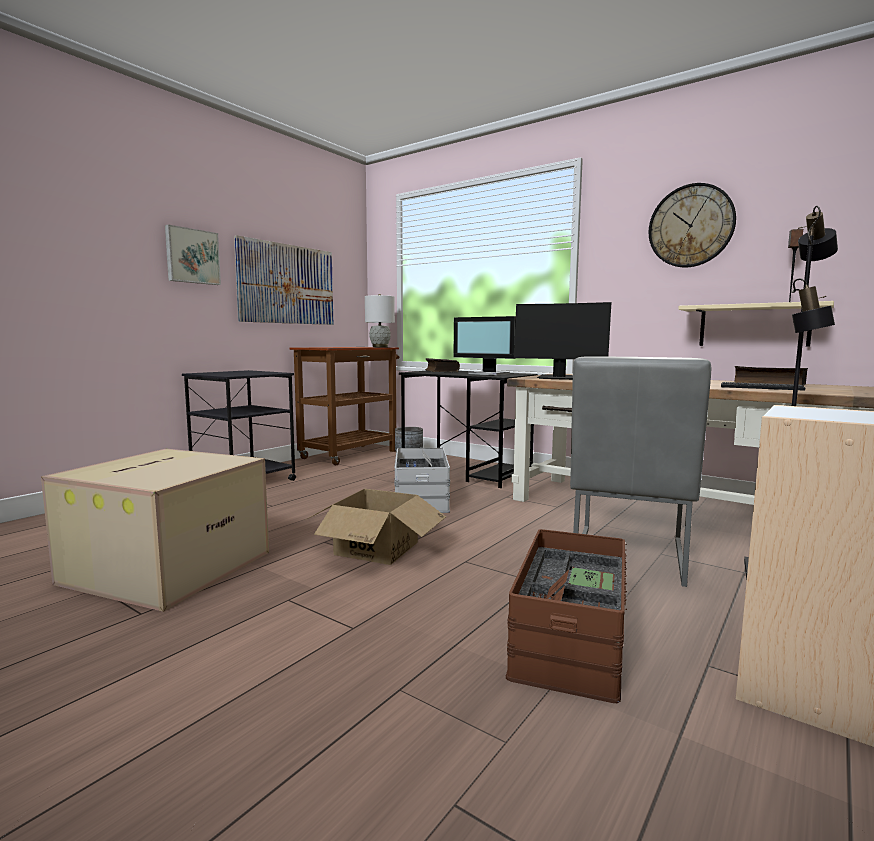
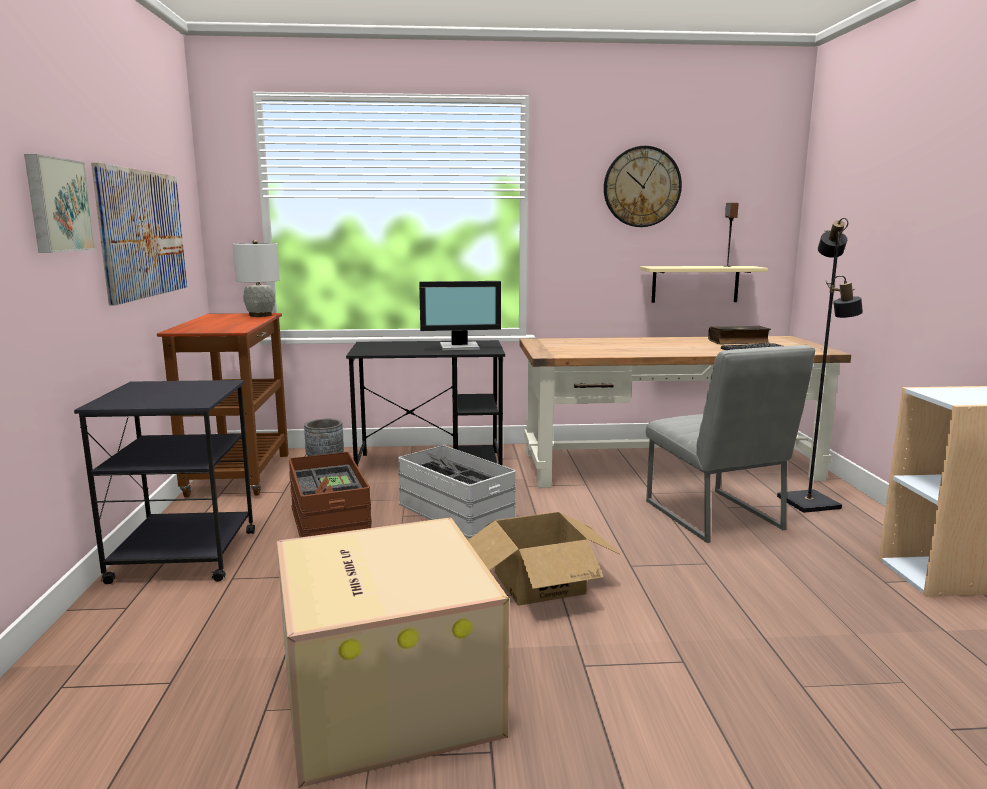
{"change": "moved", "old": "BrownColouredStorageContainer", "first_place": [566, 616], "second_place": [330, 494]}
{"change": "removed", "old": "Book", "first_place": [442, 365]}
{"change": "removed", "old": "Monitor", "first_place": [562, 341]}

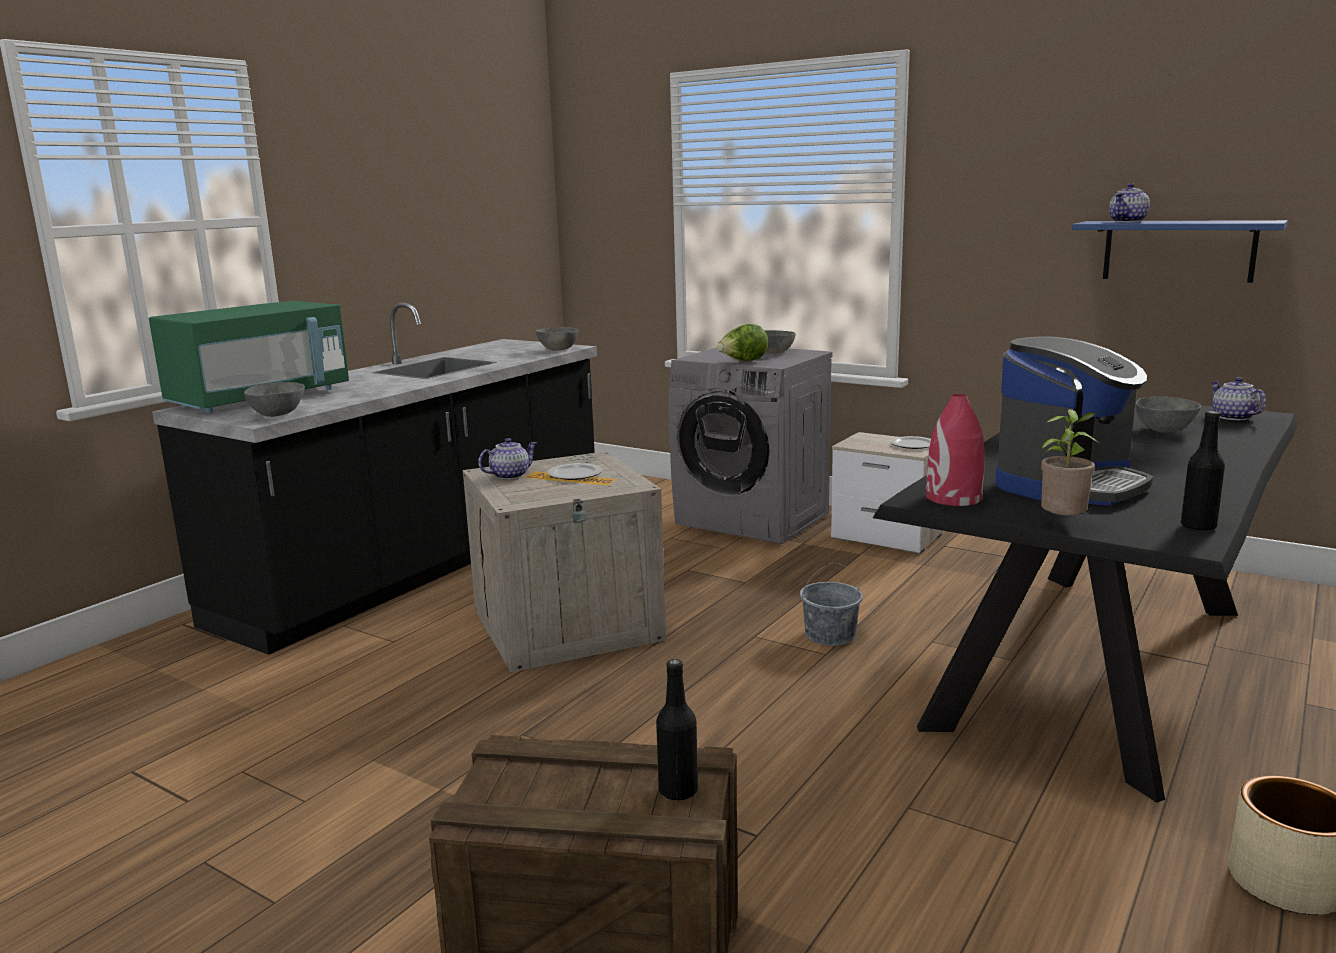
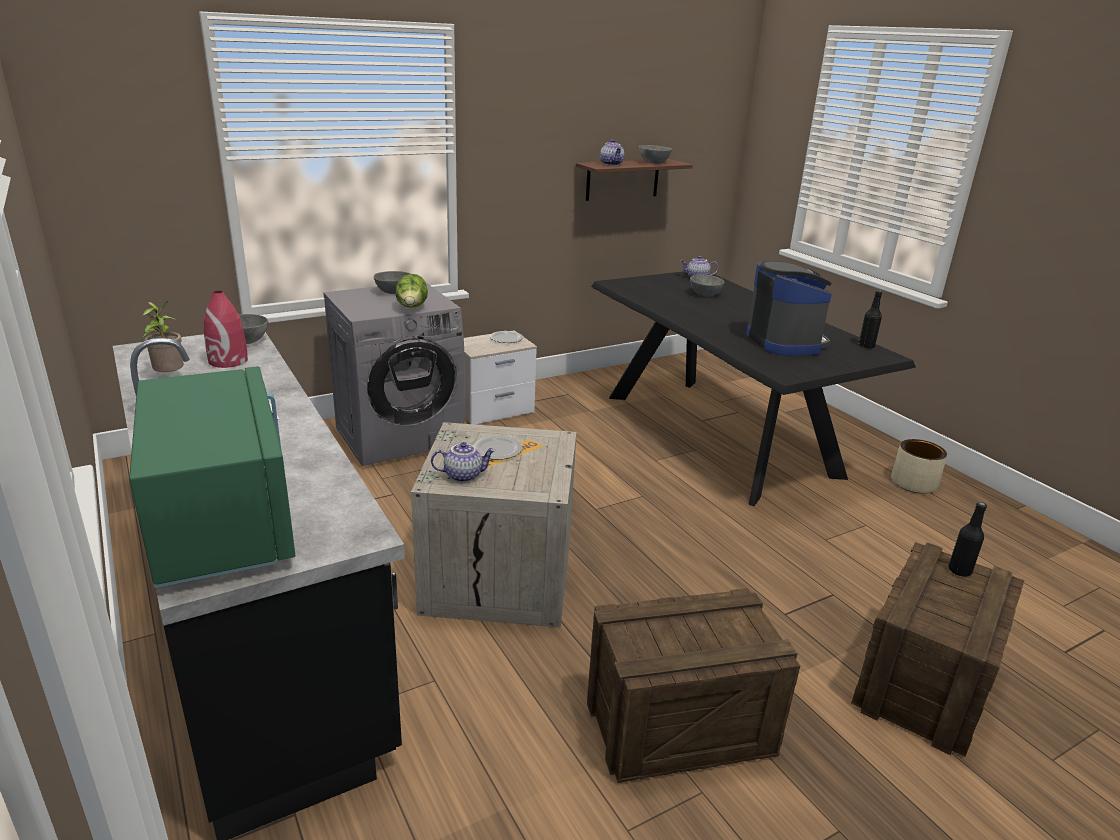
{"change": "moved", "old": "PottedPlant", "first_place": [1069, 462], "second_place": [163, 337]}
{"change": "moved", "old": "RedColouredVase", "first_place": [955, 450], "second_place": [226, 329]}
{"change": "turned", "old": "TeaPot", "first_place": [507, 459], "second_place": [463, 462], "degrees": 90}
{"change": "recoloured", "old": "BlueColouredShelf", "new": "BrownColouredShelf", "first_place": [1180, 251], "second_place": [634, 180]}
{"change": "added", "new": "ShippingCrate", "second_place": [693, 685]}
{"change": "moved", "old": "GrayServingBowl", "first_place": [274, 399], "second_place": [655, 154]}
{"change": "removed", "old": "GrayPail", "first_place": [831, 604]}

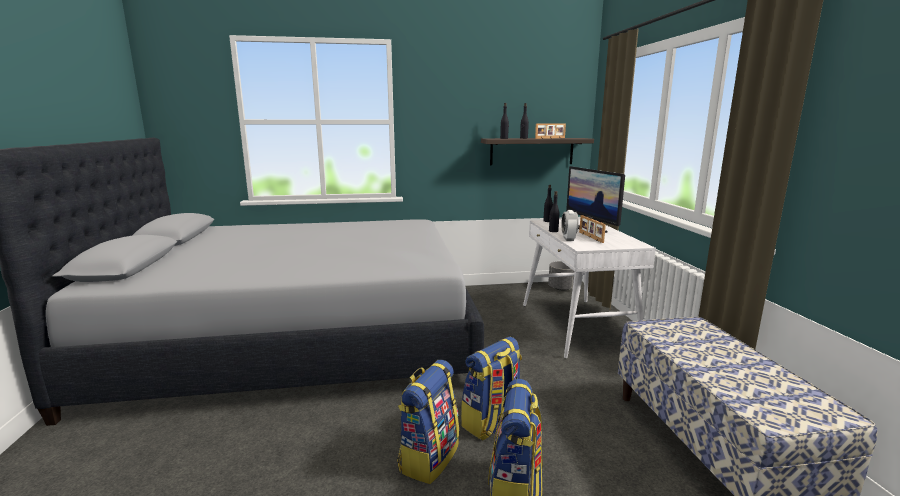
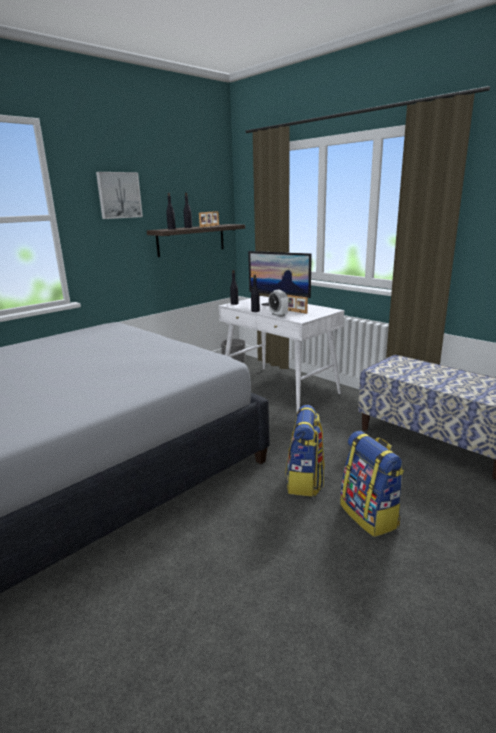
{"change": "added", "new": "Picture", "second_place": [119, 195]}
{"change": "removed", "old": "Knapsack", "first_place": [428, 422]}

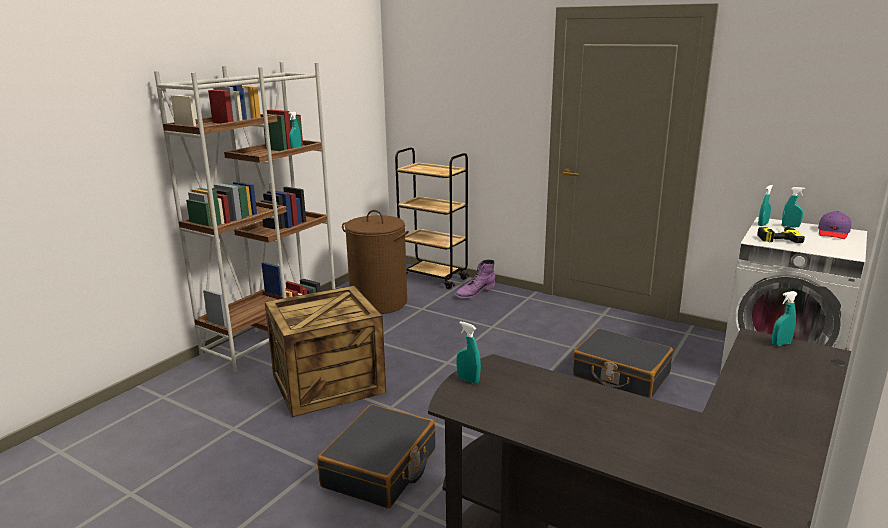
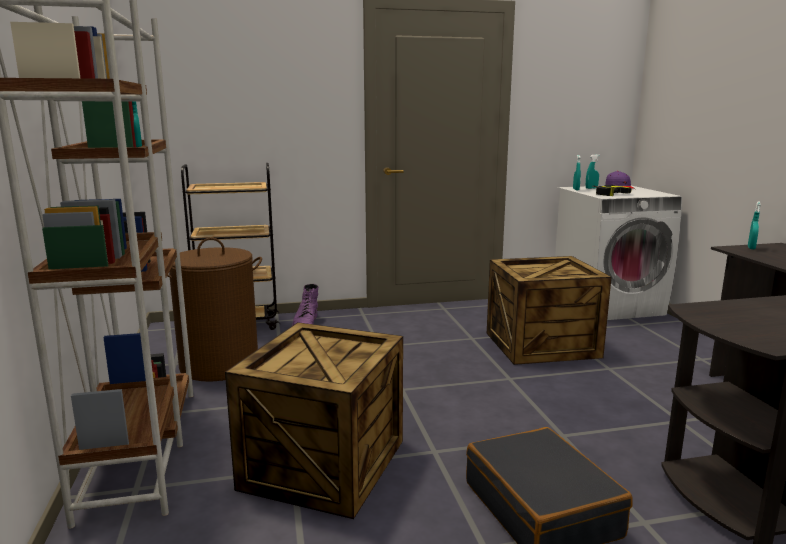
{"change": "replaced", "old": "BlackTravelCase", "new": "ShippingCrate", "first_place": [622, 363], "second_place": [549, 310]}
{"change": "removed", "old": "TurquoiseColouredSprayer", "first_place": [468, 352]}

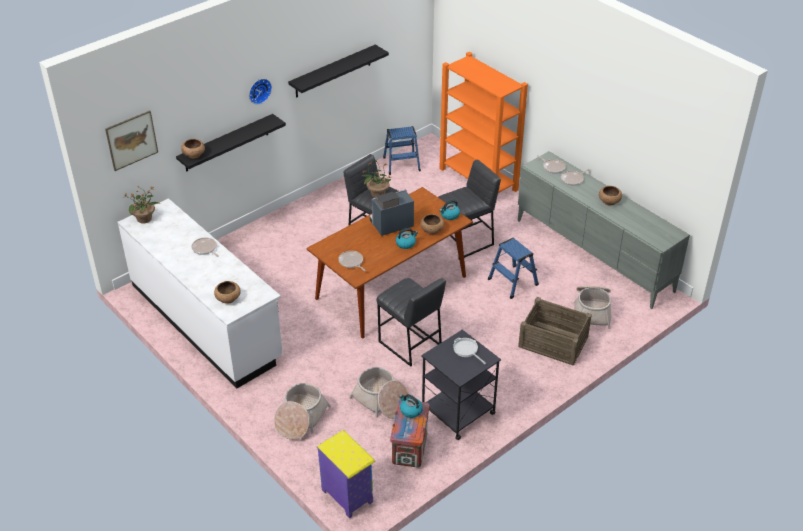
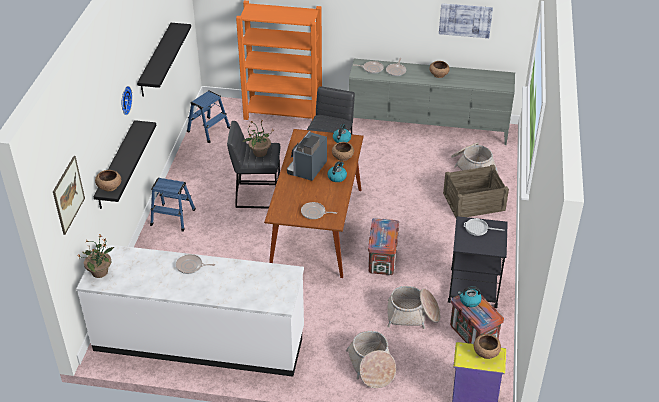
{"change": "moved", "old": "BlueColouredStepStool", "first_place": [513, 268], "second_place": [173, 204]}
{"change": "replaced", "old": "GrayStool", "new": "ShippingCrate", "first_place": [411, 322], "second_place": [383, 246]}
{"change": "added", "new": "Picture", "second_place": [466, 20]}
{"change": "moved", "old": "BrownColouredServingBowl", "first_place": [227, 292], "second_place": [487, 346]}

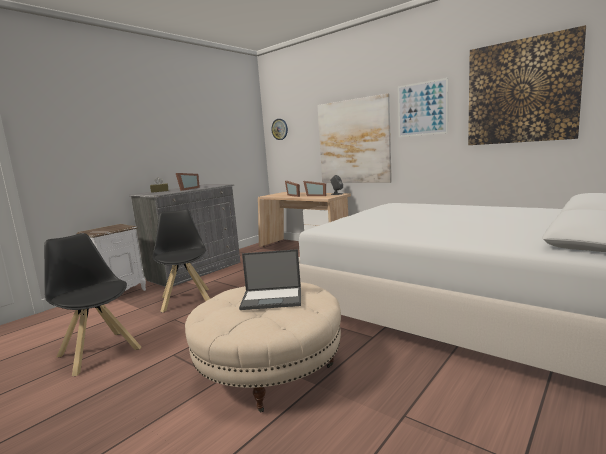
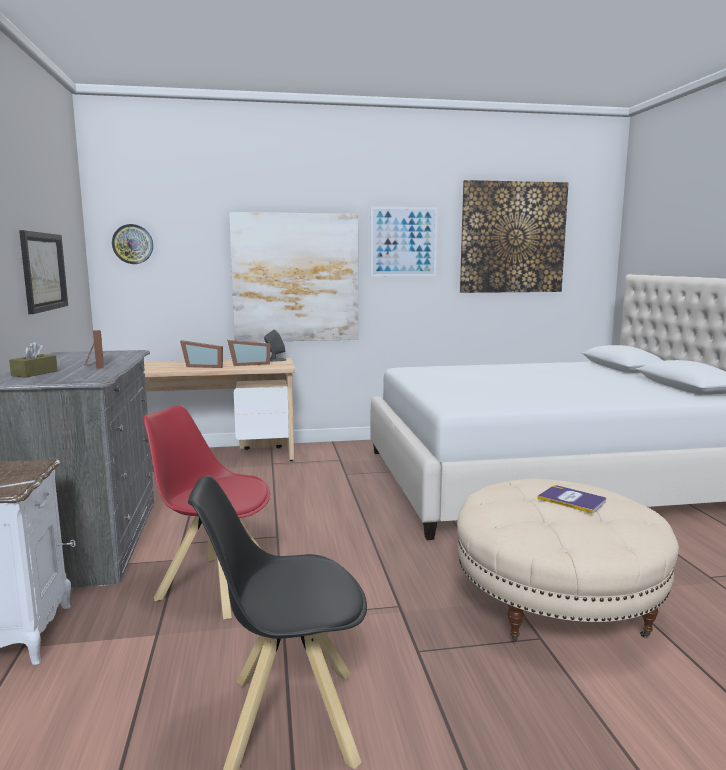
{"change": "added", "new": "Picture", "second_place": [43, 272]}
{"change": "recoloured", "old": "BlackPlainChair", "new": "RedColouredPlainChair", "first_place": [181, 261], "second_place": [206, 512]}
{"change": "replaced", "old": "PortableComputer", "new": "Book", "first_place": [270, 279], "second_place": [571, 499]}

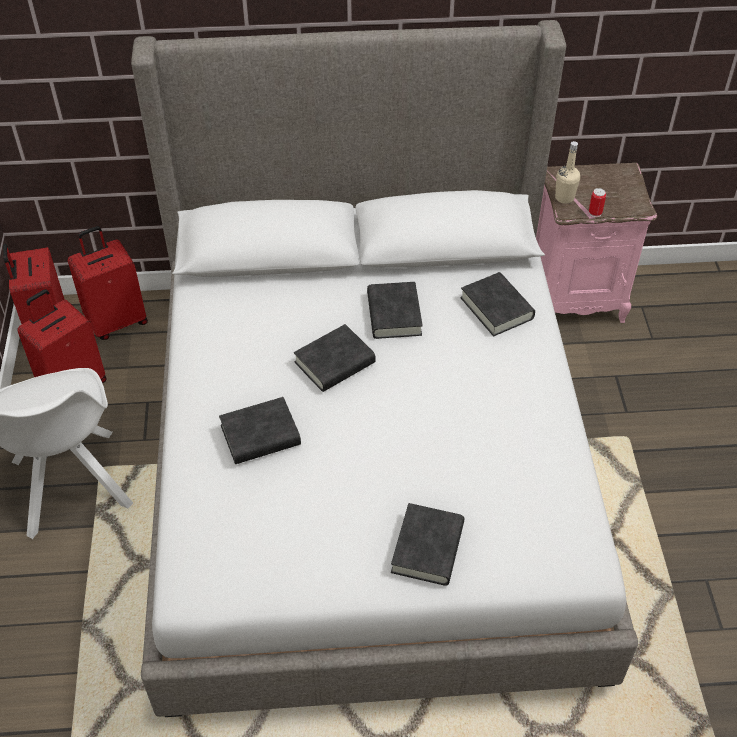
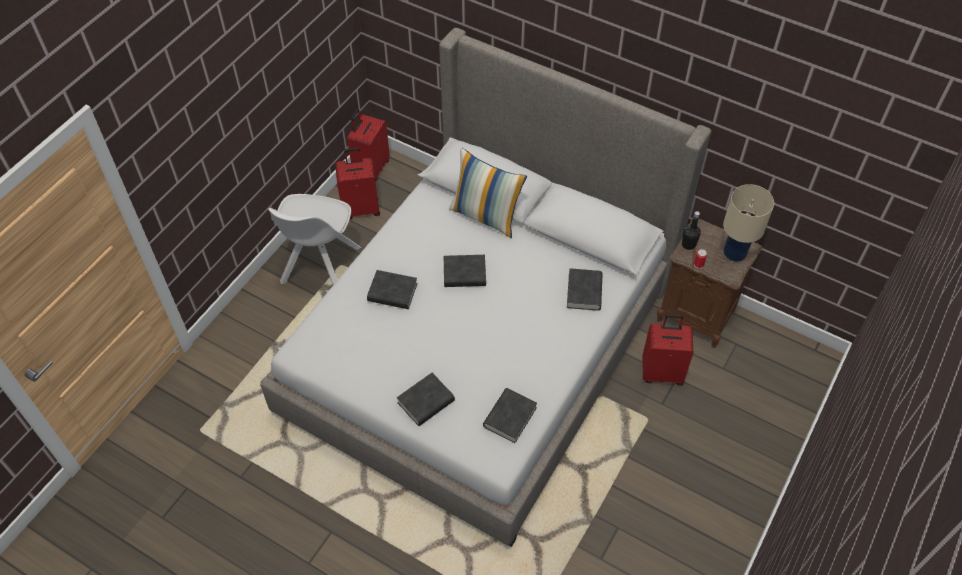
{"change": "added", "new": "Pillow", "second_place": [488, 192]}
{"change": "moved", "old": "BlackBook", "first_place": [395, 310], "second_place": [510, 415]}
{"change": "moved", "old": "RedColouredTravelCase", "first_place": [107, 283], "second_place": [668, 350]}
{"change": "recoloured", "old": "PinkColouredBedsideTable", "new": "BrownColouredBedsideTable", "first_place": [596, 243], "second_place": [710, 283]}
{"change": "recoloured", "old": "SandColouredDrinkBottle", "new": "BlackDrinkBottle", "first_place": [567, 172], "second_place": [691, 230]}
{"change": "added", "new": "SandColouredLampForATable", "second_place": [748, 223]}

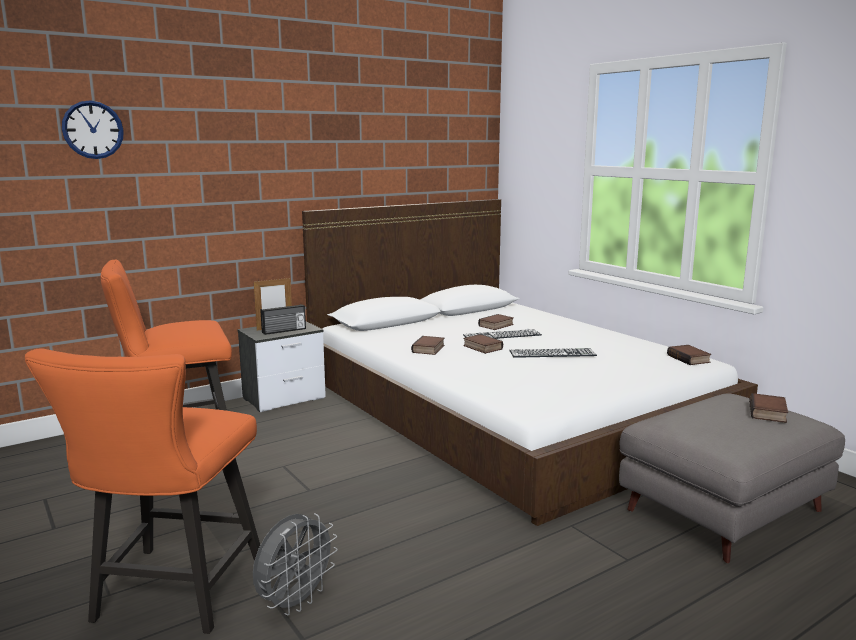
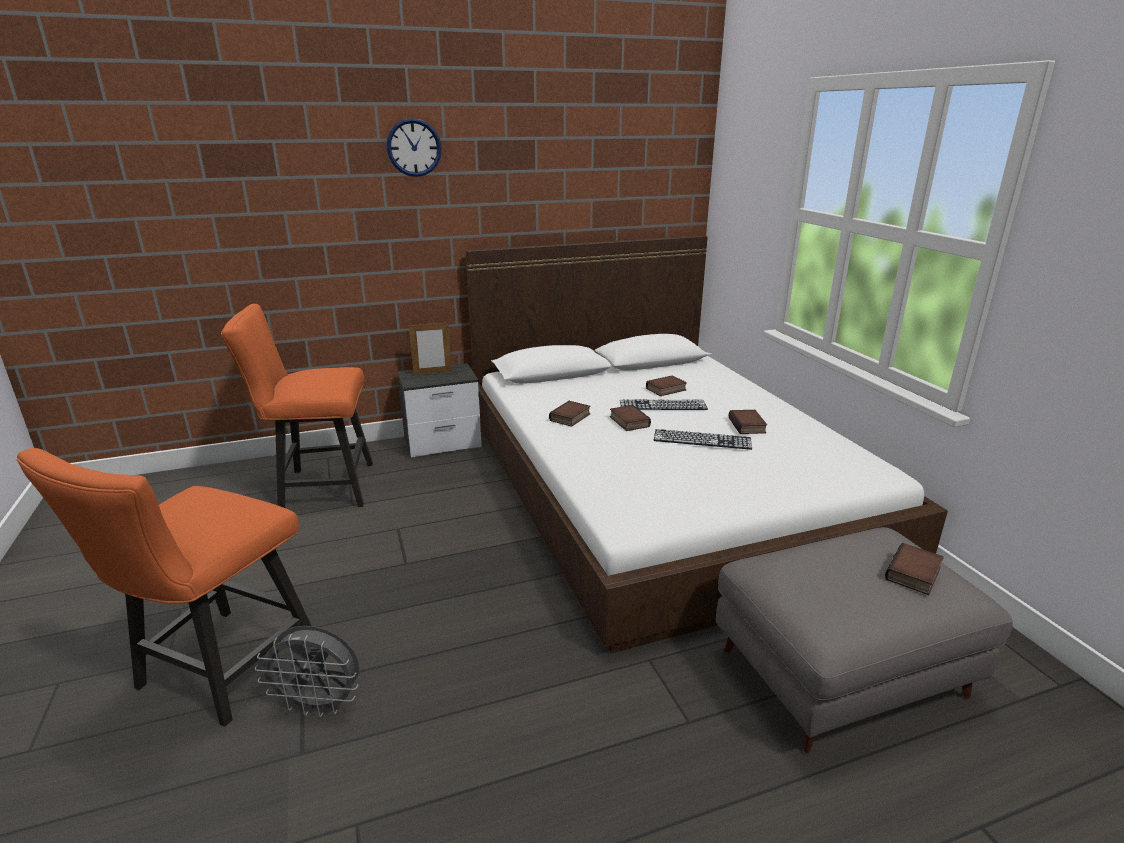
{"change": "turned", "old": "GrayFan", "first_place": [295, 564], "second_place": [307, 671], "degrees": 45}
{"change": "moved", "old": "HangingClock", "first_place": [93, 129], "second_place": [414, 147]}
{"change": "moved", "old": "Book", "first_place": [689, 355], "second_place": [748, 422]}
{"change": "removed", "old": "RadioReceiver", "first_place": [283, 319]}

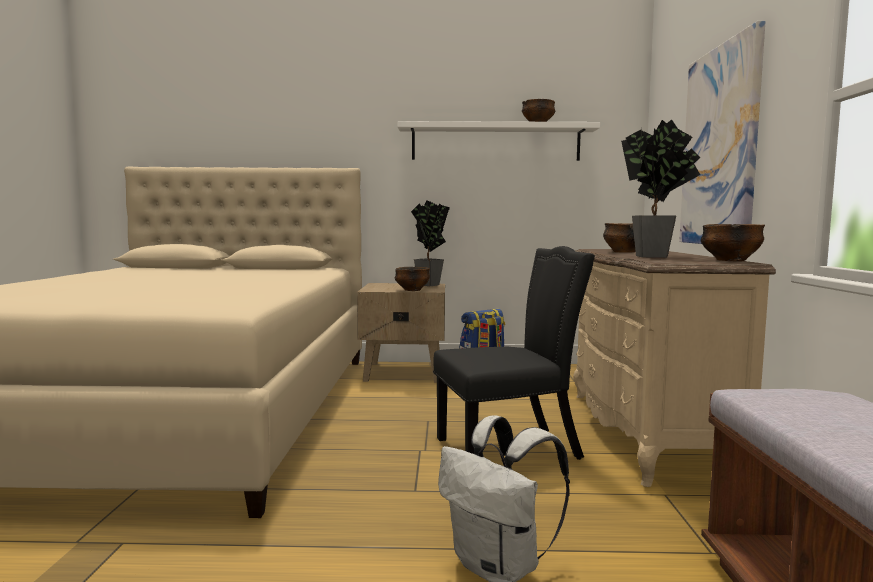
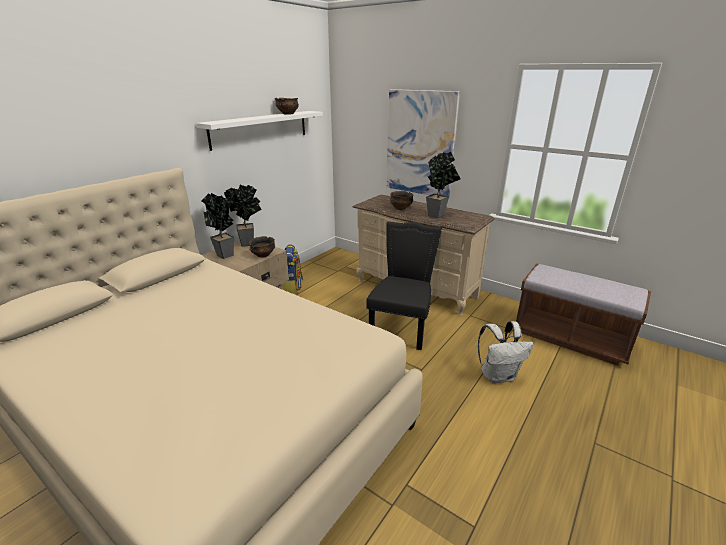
{"change": "added", "new": "PottedPlant", "second_place": [218, 226]}
{"change": "removed", "old": "ServingBowl", "first_place": [733, 242]}

